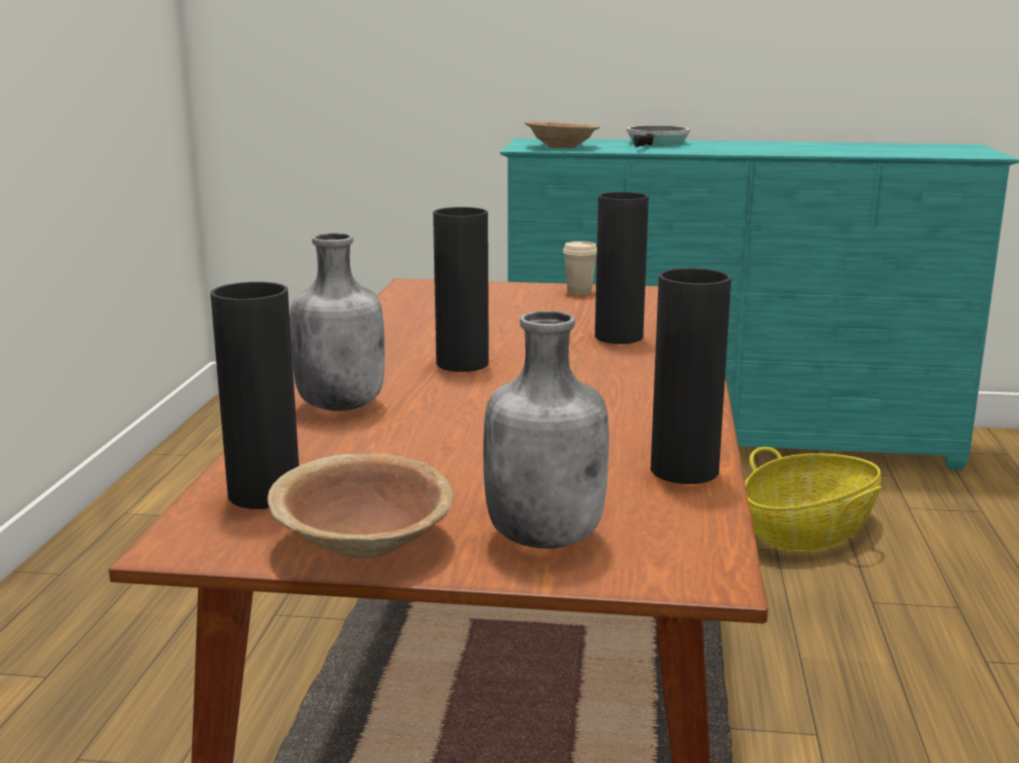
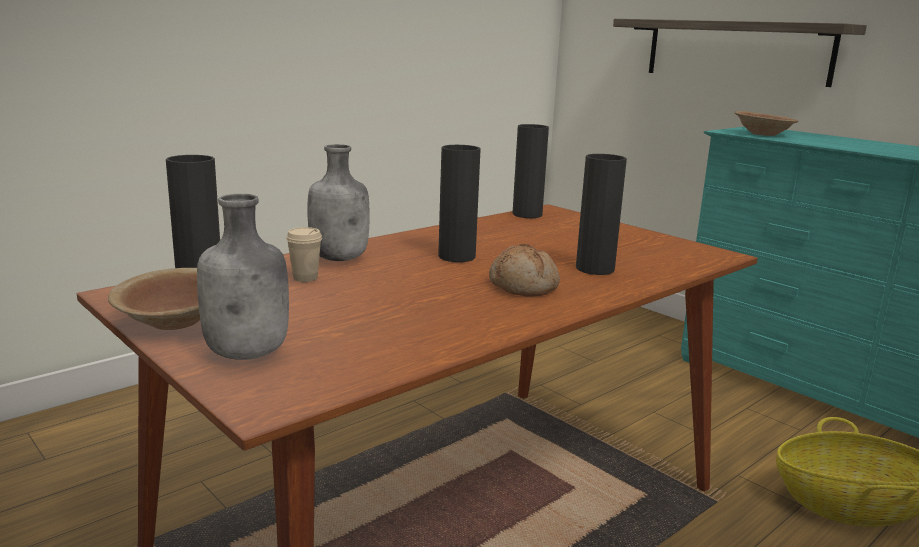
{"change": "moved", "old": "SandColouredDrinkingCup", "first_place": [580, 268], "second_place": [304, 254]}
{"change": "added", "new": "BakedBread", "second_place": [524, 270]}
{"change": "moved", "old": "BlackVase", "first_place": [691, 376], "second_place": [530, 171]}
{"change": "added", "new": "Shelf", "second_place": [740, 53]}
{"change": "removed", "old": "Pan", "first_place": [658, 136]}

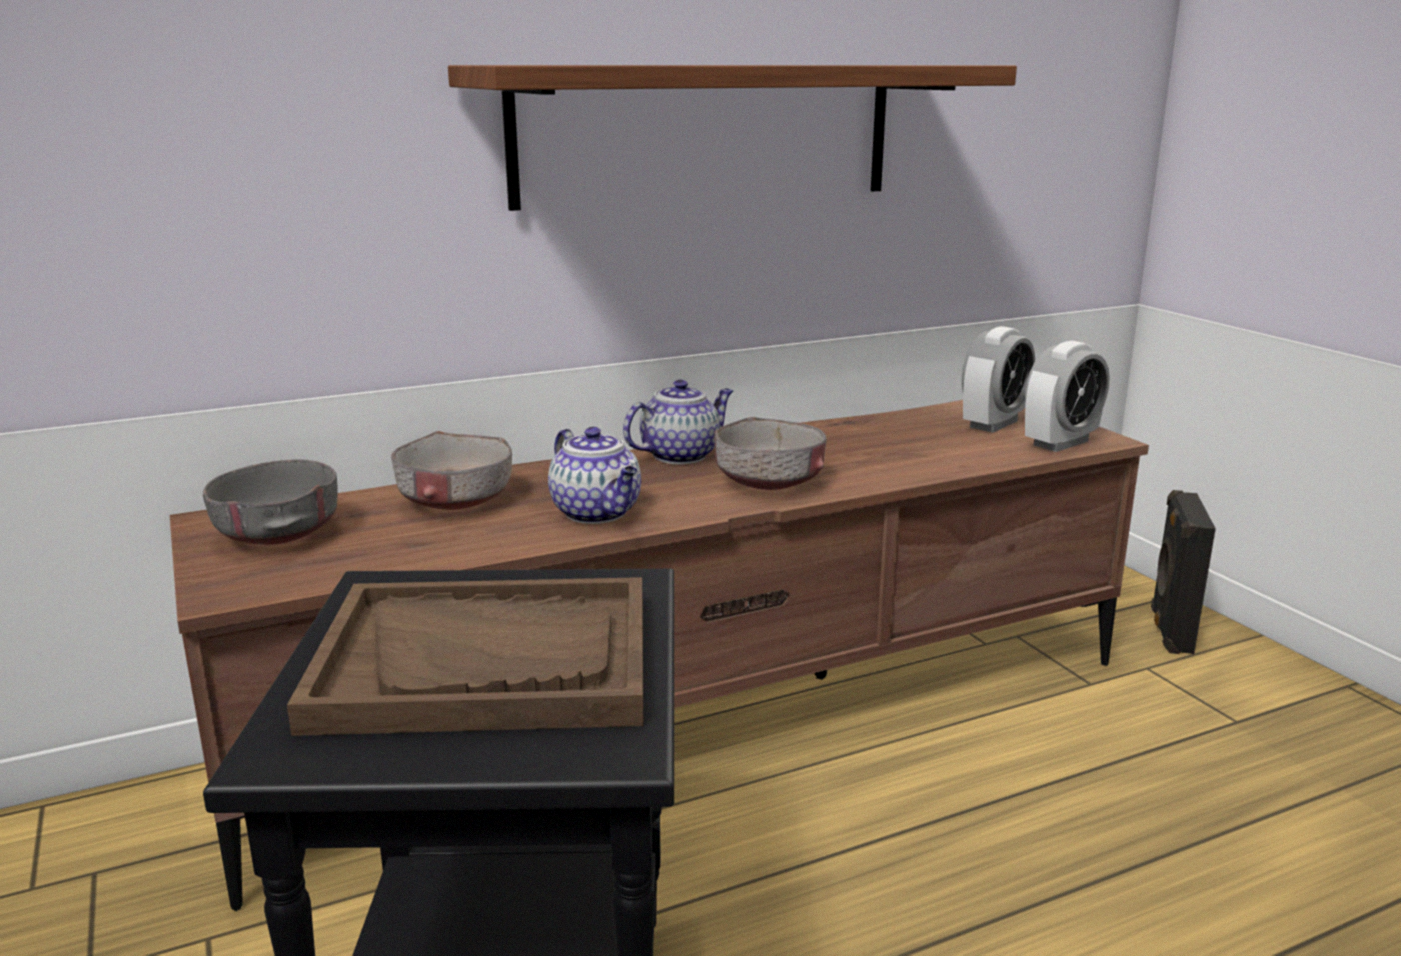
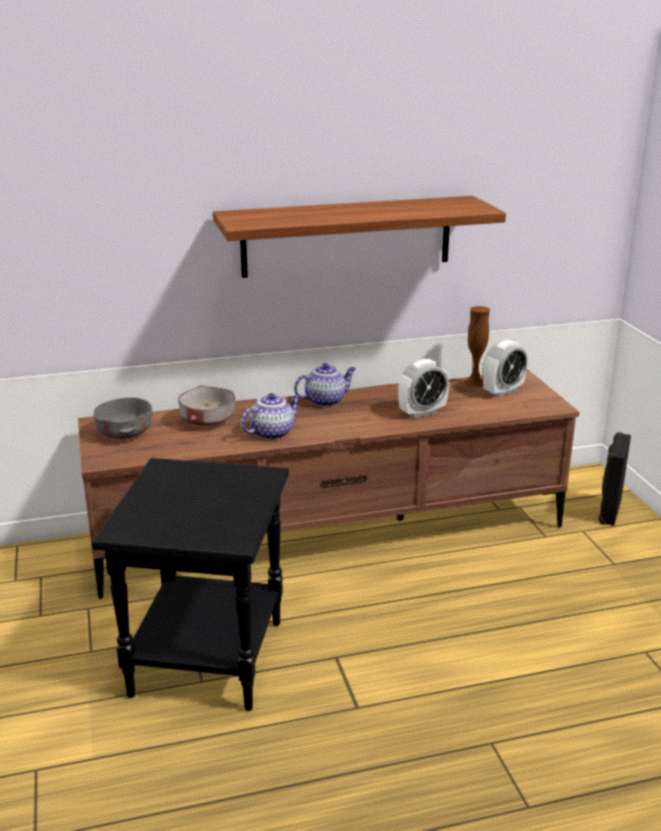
{"change": "turned", "old": "TeaPot", "first_place": [594, 475], "second_place": [271, 416], "degrees": -105}
{"change": "moved", "old": "AlarmClock", "first_place": [1067, 396], "second_place": [423, 388]}
{"change": "added", "new": "BrownColouredVase", "second_place": [477, 347]}
{"change": "removed", "old": "BrownColouredTray", "first_place": [465, 656]}
{"change": "removed", "old": "GrayServingBowl", "first_place": [770, 453]}

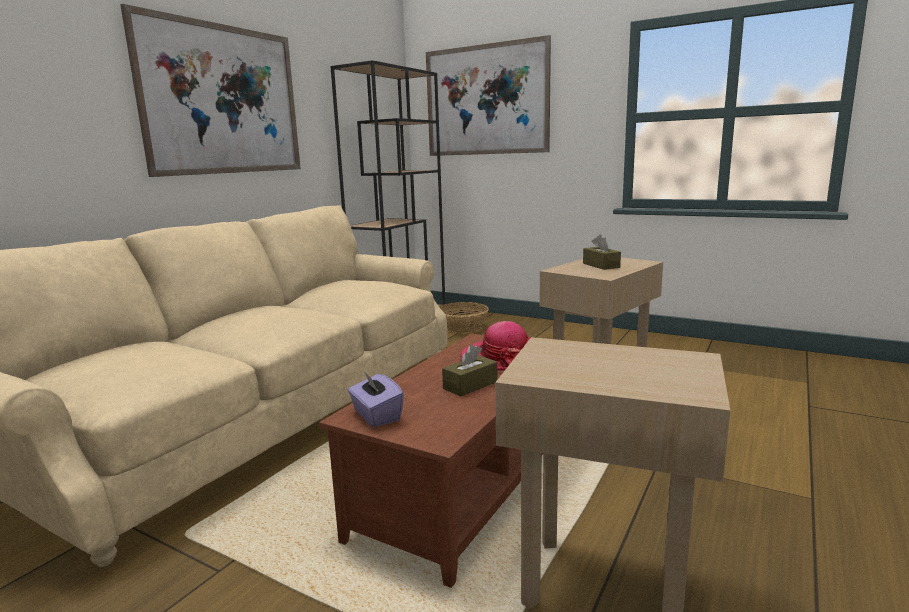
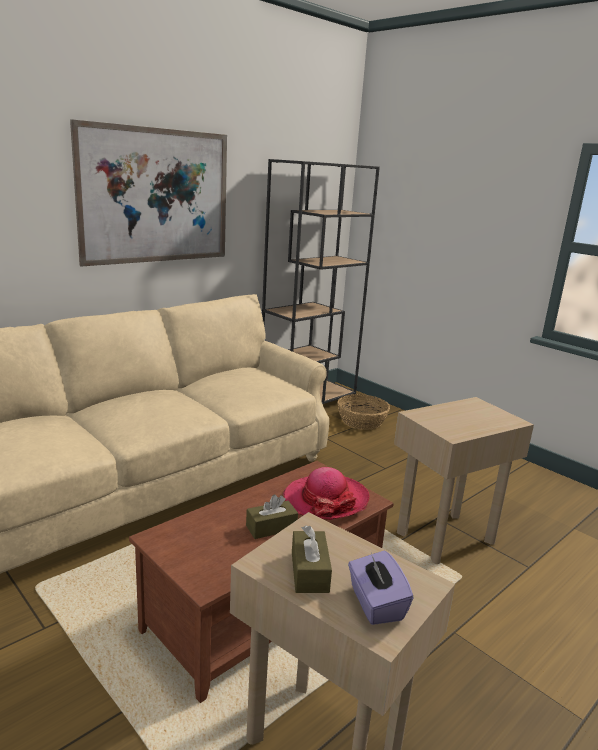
{"change": "moved", "old": "BrownColouredTissueHolder", "first_place": [602, 252], "second_place": [312, 559]}
{"change": "moved", "old": "PurpleTissueHolder", "first_place": [376, 399], "second_place": [381, 587]}
{"change": "removed", "old": "Picture", "first_place": [488, 95]}

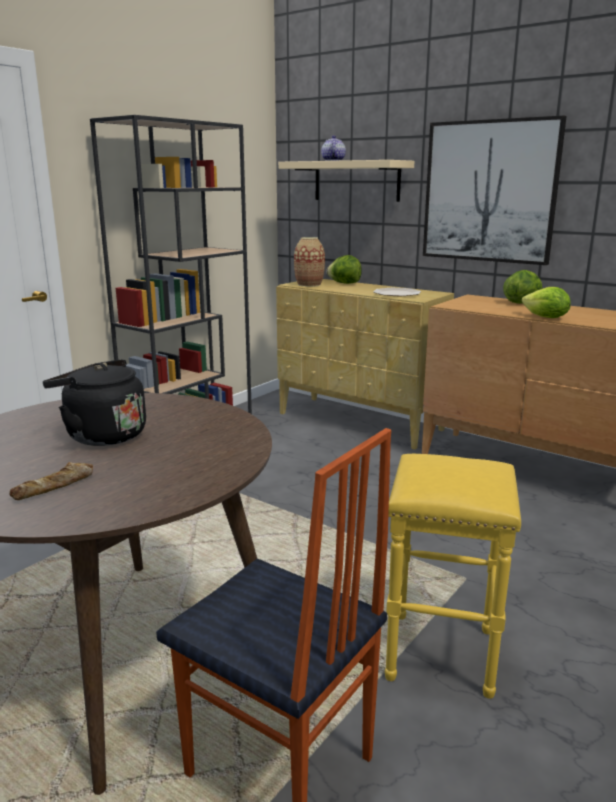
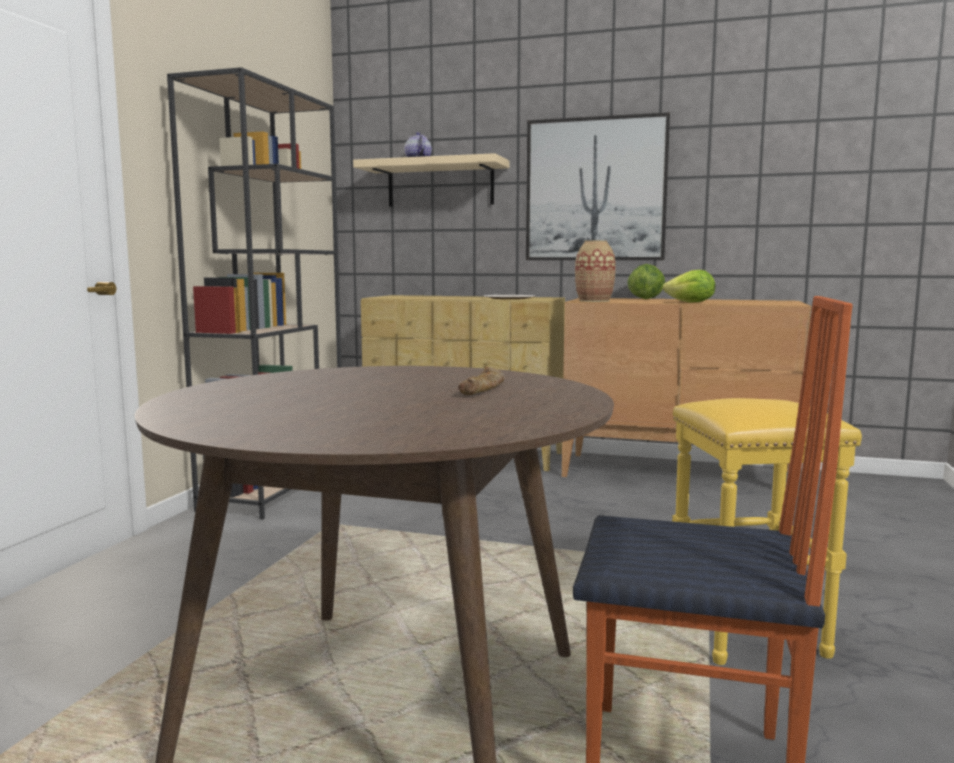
{"change": "moved", "old": "BakedBread", "first_place": [51, 481], "second_place": [481, 380]}
{"change": "moved", "old": "Vase", "first_place": [309, 262], "second_place": [595, 271]}
{"change": "removed", "old": "BlackWaterKettle", "first_place": [94, 402]}
{"change": "removed", "old": "LettuceHead", "first_place": [344, 269]}

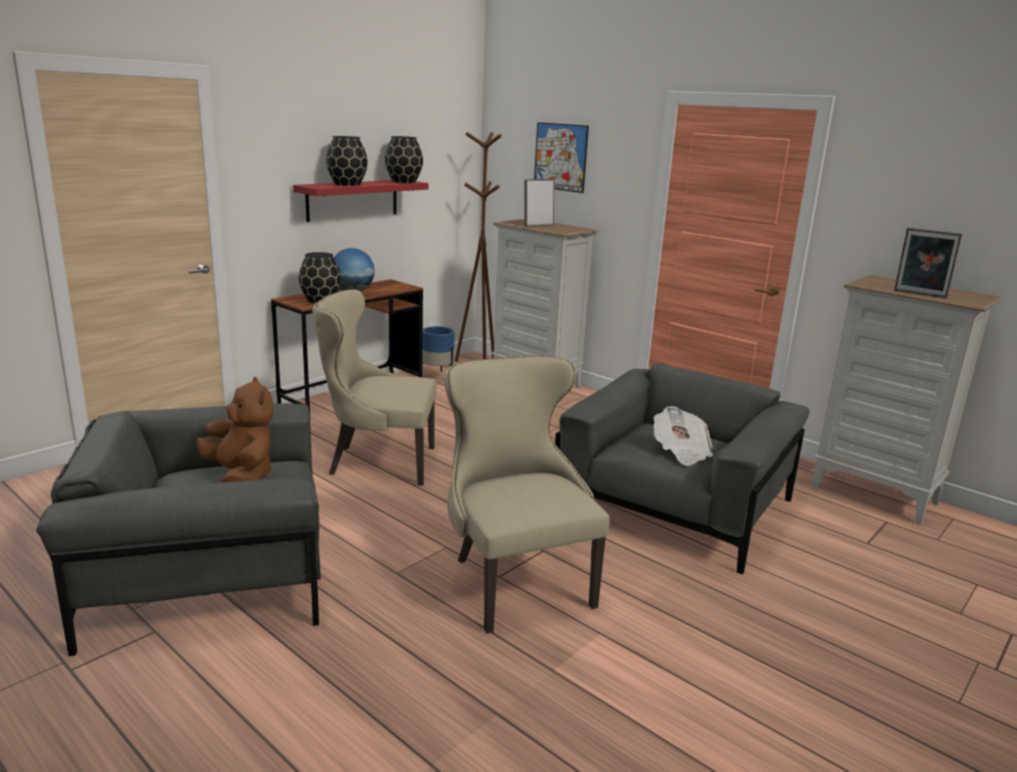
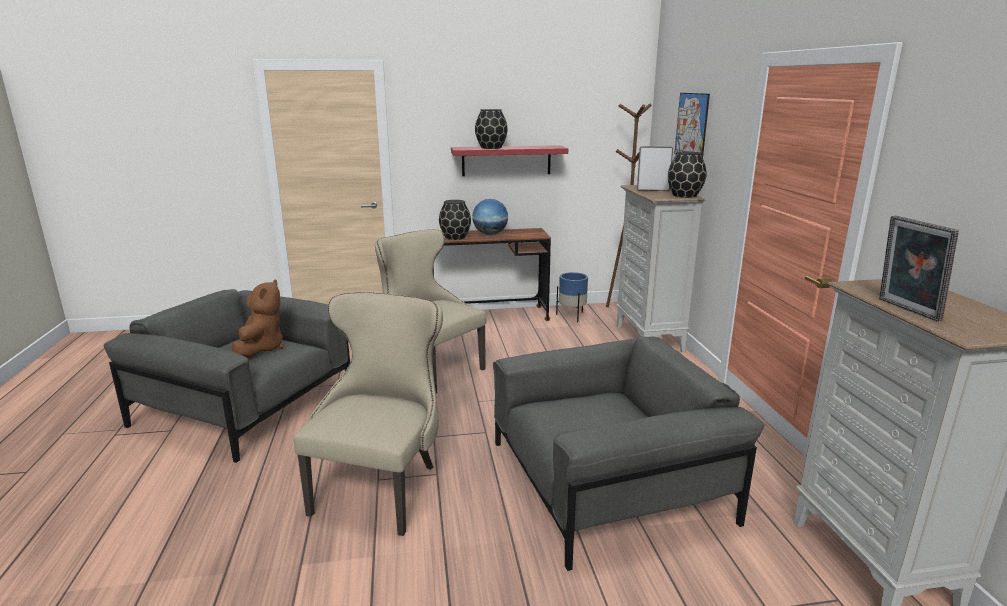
{"change": "moved", "old": "BlackVase", "first_place": [404, 159], "second_place": [687, 175]}
{"change": "removed", "old": "DailyPaper", "first_place": [683, 436]}

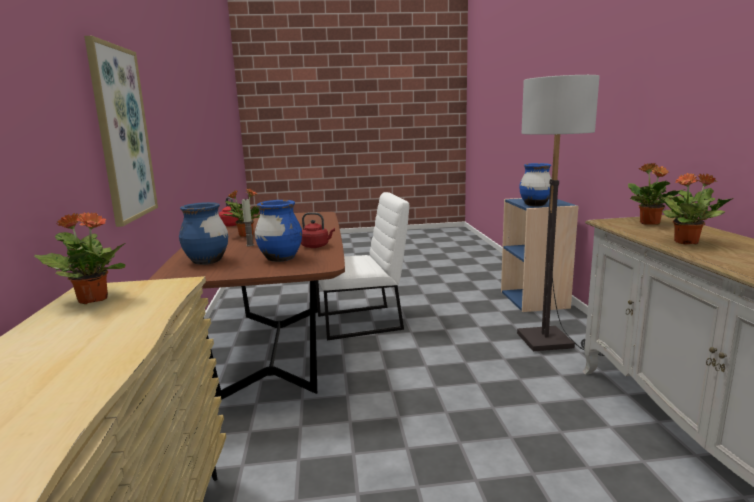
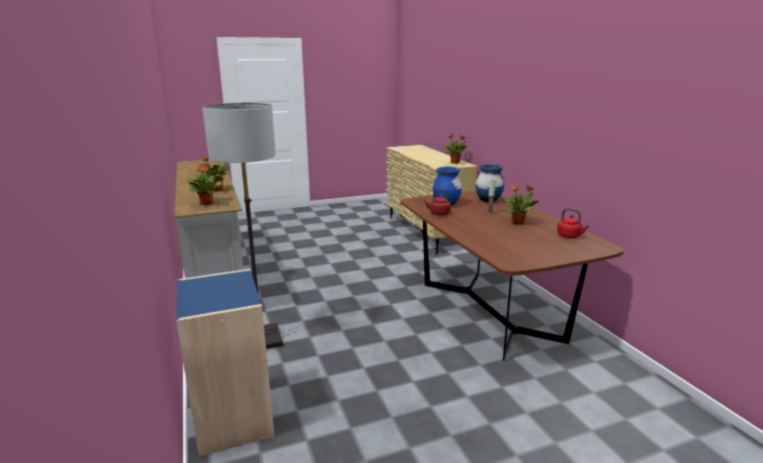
{"change": "removed", "old": "Picture", "first_place": [121, 131]}
{"change": "removed", "old": "WhitishPlainChair", "first_place": [362, 266]}
{"change": "removed", "old": "BlueColouredVase", "first_place": [535, 184]}

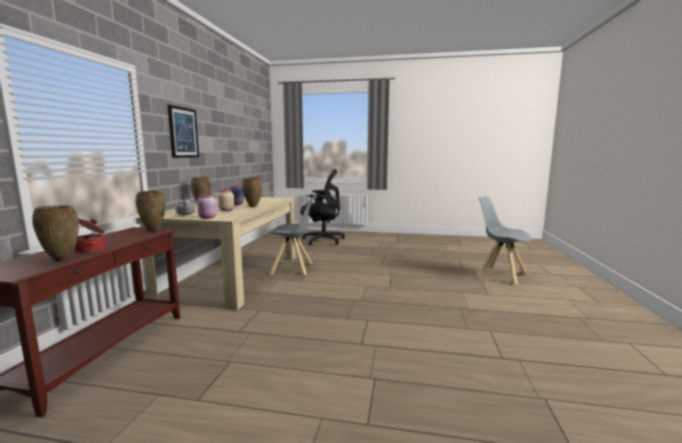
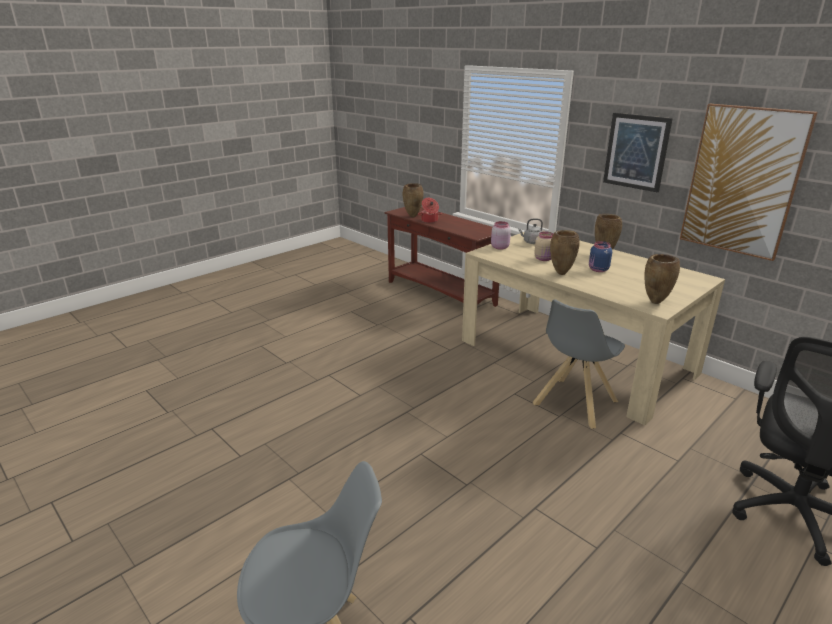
{"change": "moved", "old": "BrownColouredVase", "first_place": [150, 211], "second_place": [662, 279]}
{"change": "added", "new": "Picture", "second_place": [749, 182]}

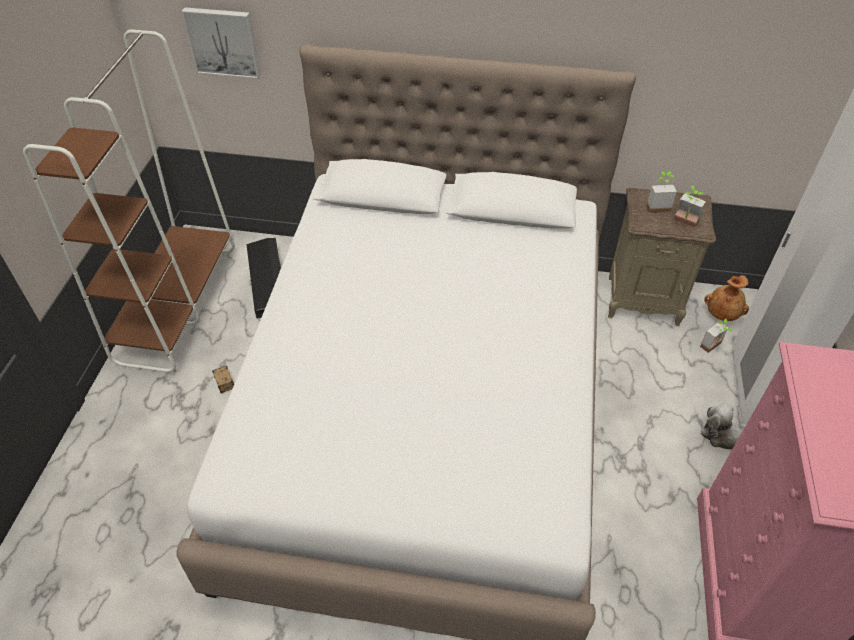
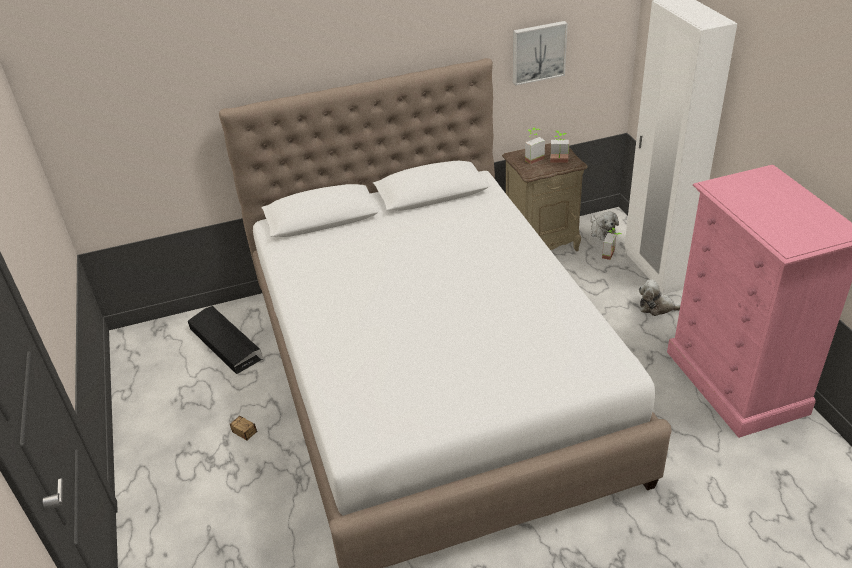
{"change": "moved", "old": "Picture", "first_place": [221, 43], "second_place": [540, 53]}
{"change": "replaced", "old": "BrownColouredVase", "new": "SoftToy", "first_place": [726, 298], "second_place": [605, 226]}
{"change": "removed", "old": "BrownColouredGarmentStand", "first_place": [129, 201]}

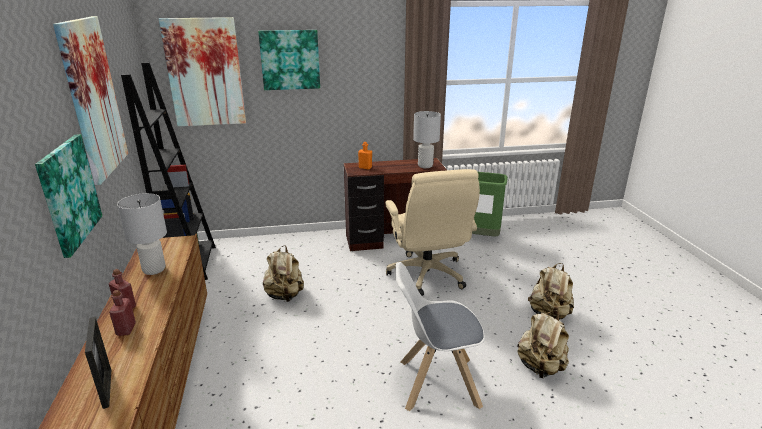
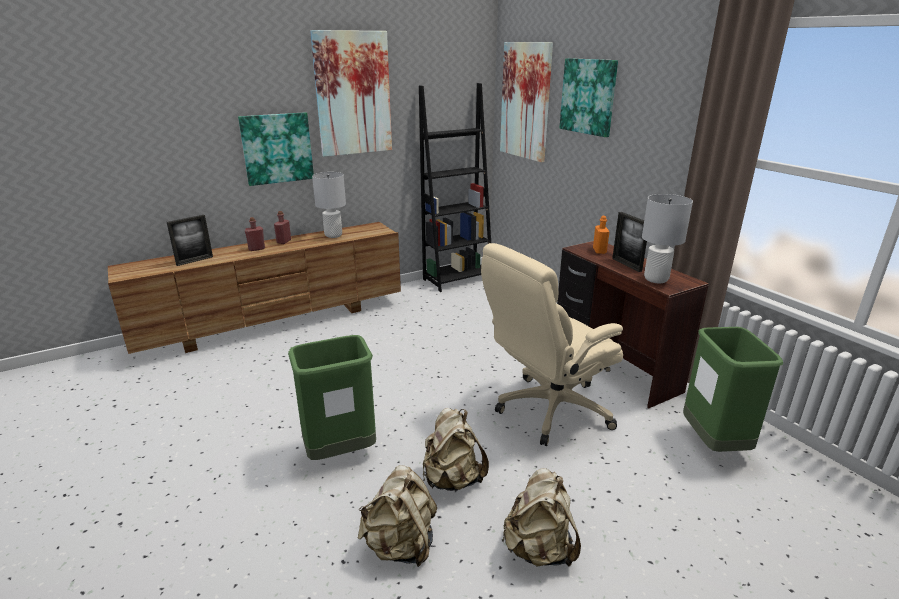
{"change": "replaced", "old": "PlainChair", "new": "GreenishRubbishBin", "first_place": [440, 336], "second_place": [332, 397]}
{"change": "moved", "old": "SandColouredKnapsack", "first_place": [283, 273], "second_place": [456, 449]}
{"change": "added", "new": "PhotoFrame", "second_place": [629, 242]}

